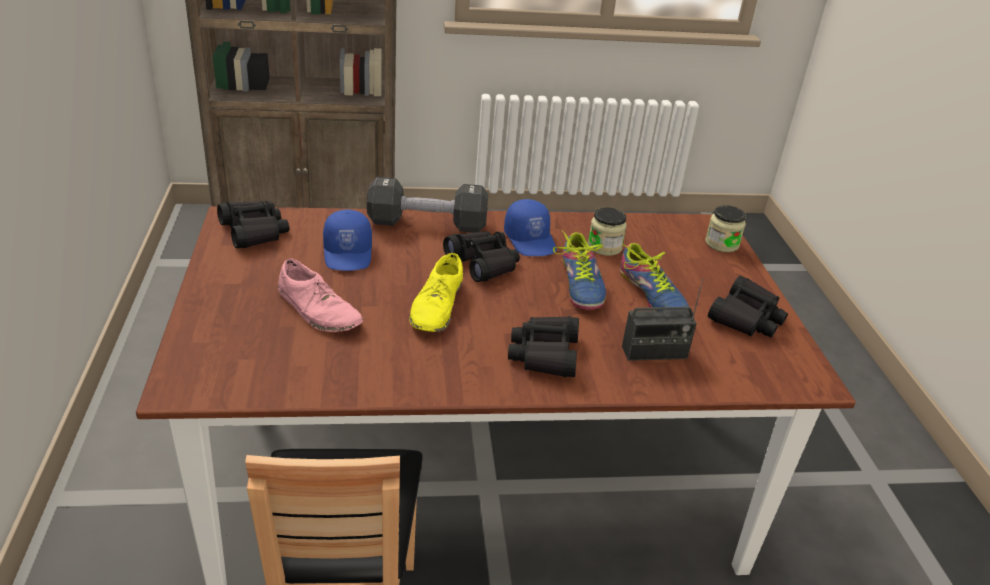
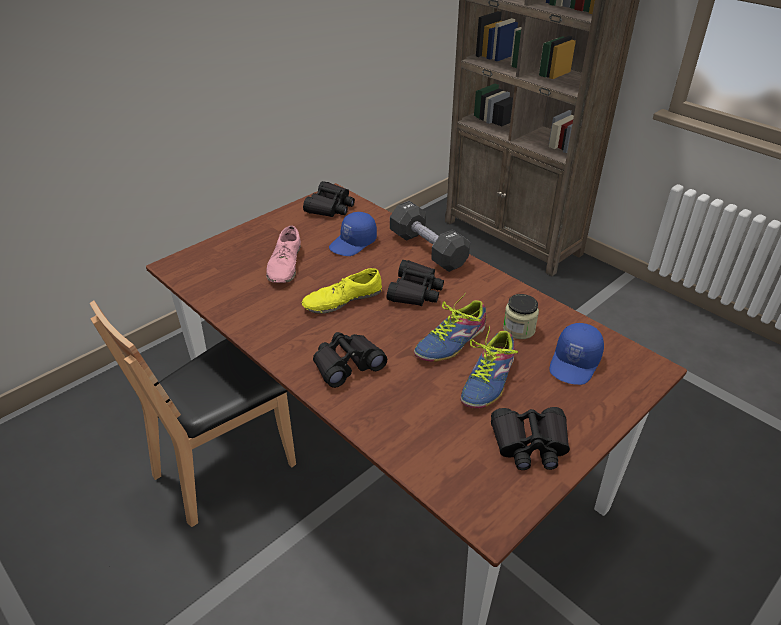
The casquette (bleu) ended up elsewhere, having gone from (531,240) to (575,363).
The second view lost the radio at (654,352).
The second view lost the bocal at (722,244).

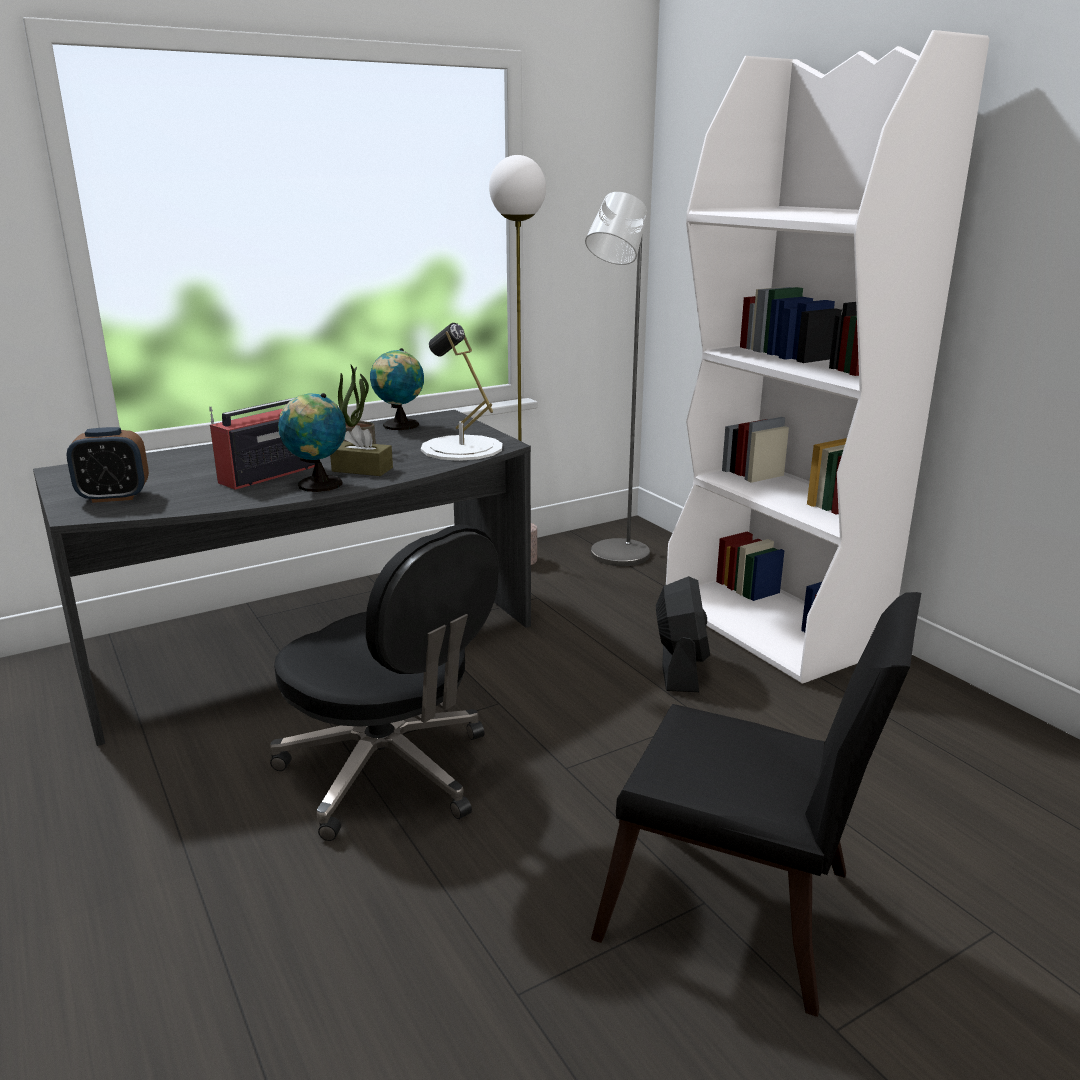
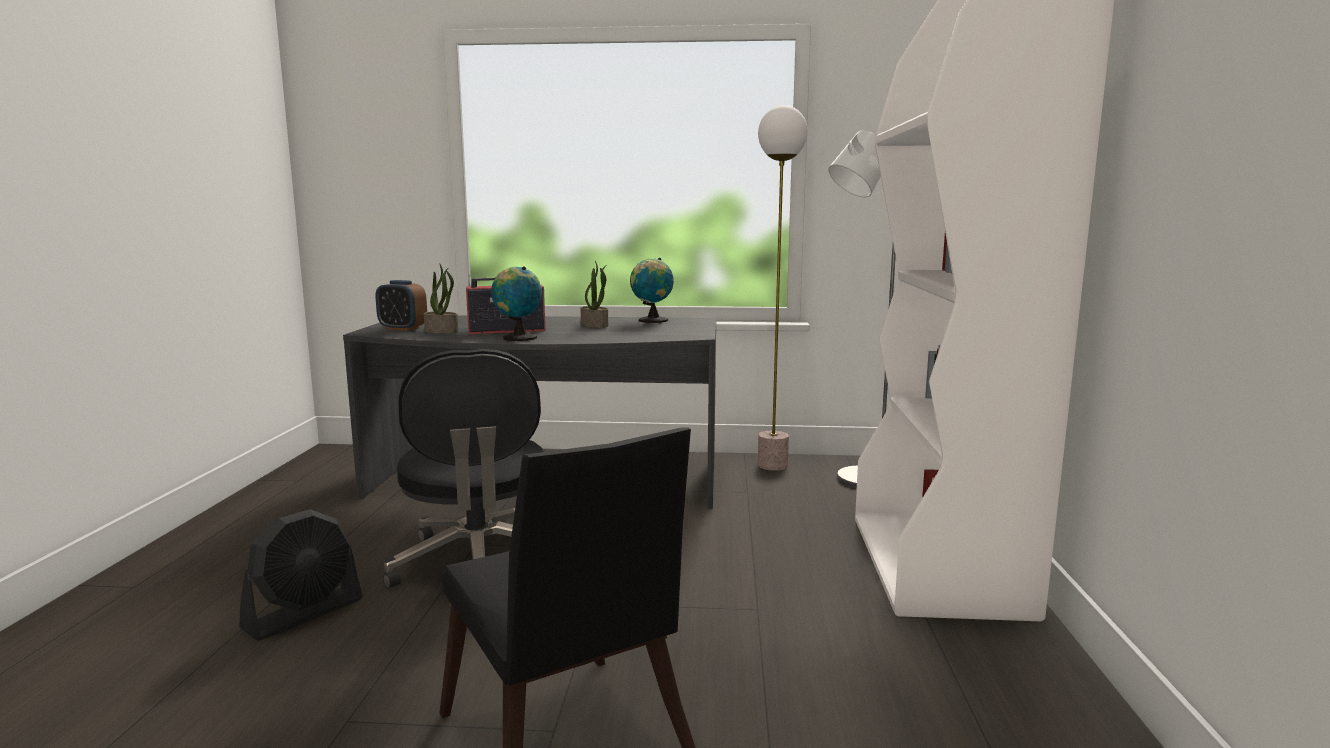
The ventilateur (noir) ended up elsewhere, having gone from (680,668) to (304,613).
The second view gained the plante en pot at (442,331).
The second view lost the boîte à mouchoirs (marron) at (362,469).
The second view lost the lampe de table (blanc) at (461,448).

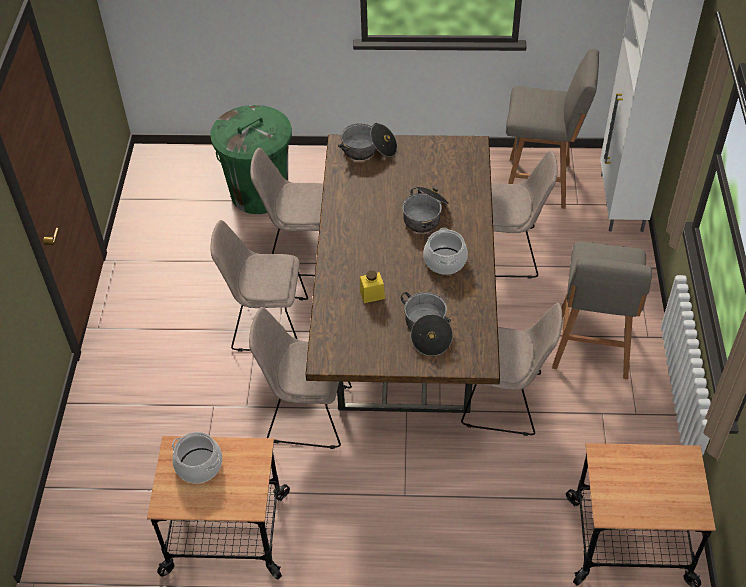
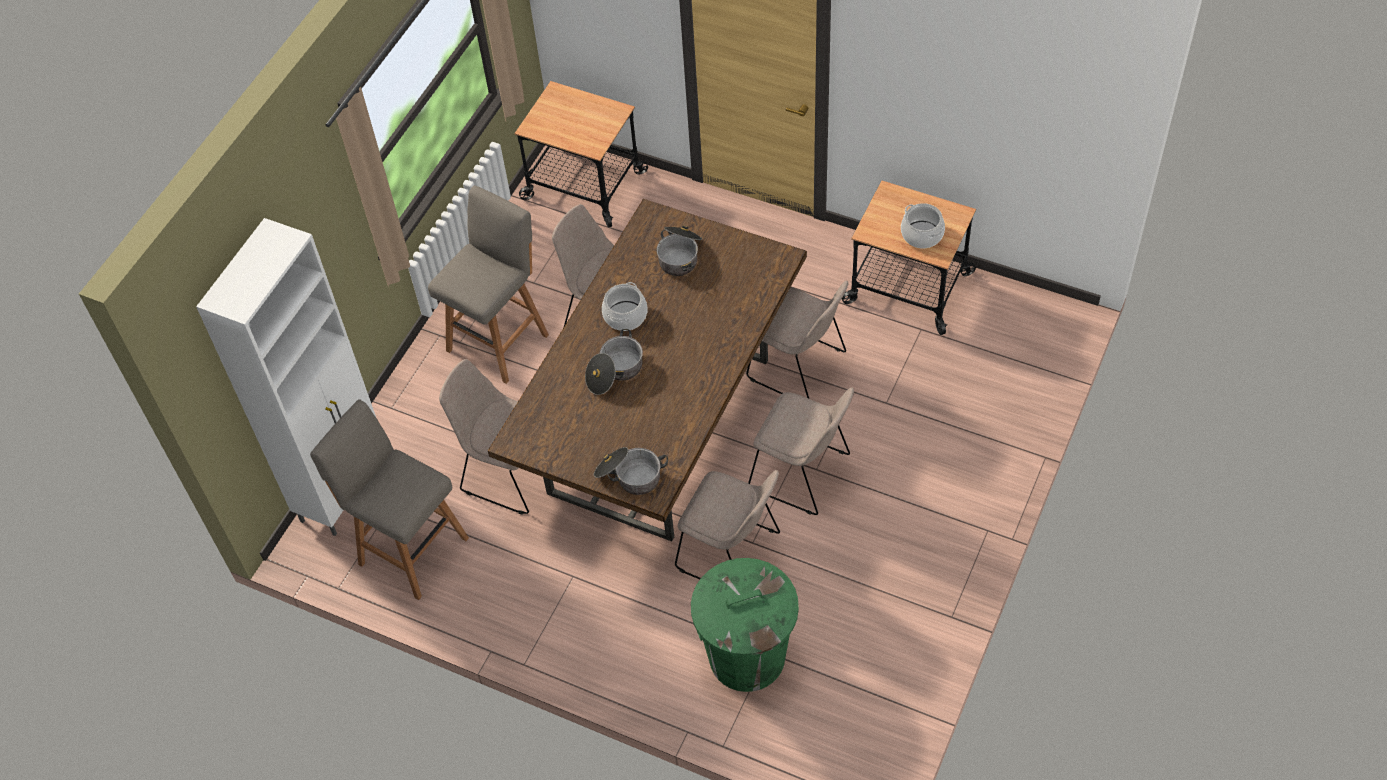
The second view lost the bocal (jaune) at (372,294).

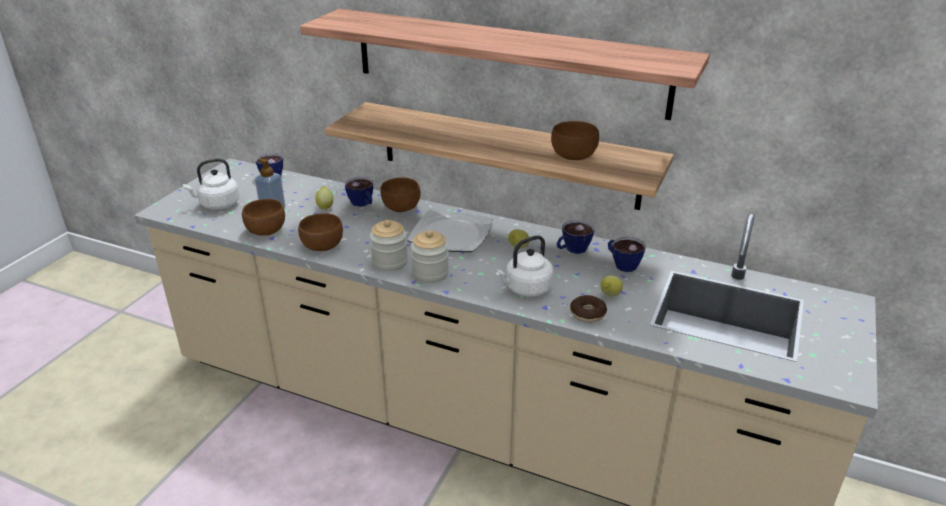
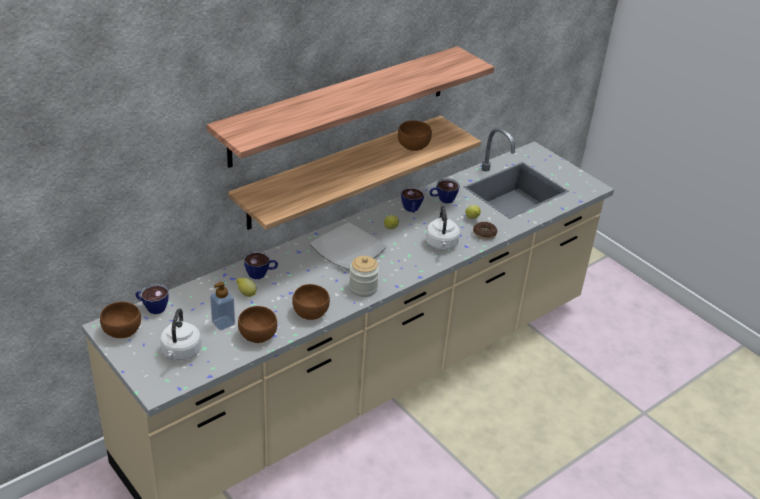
The bol (marron) ended up elsewhere, having gone from (401,207) to (122,331).
The second view lost the bocal at (430,273).

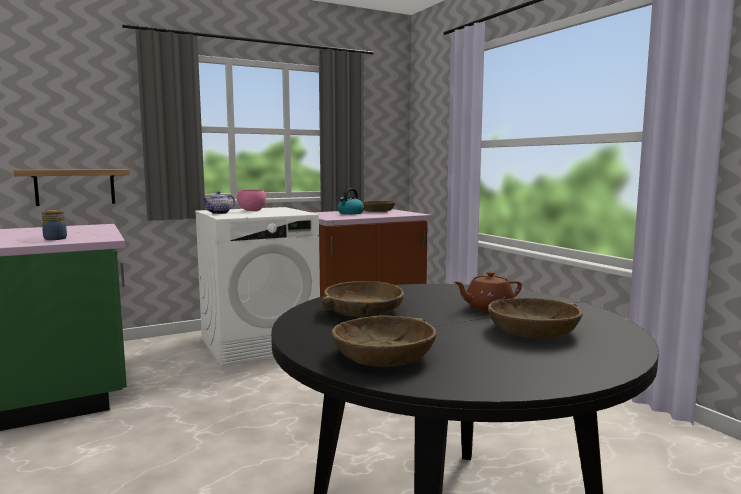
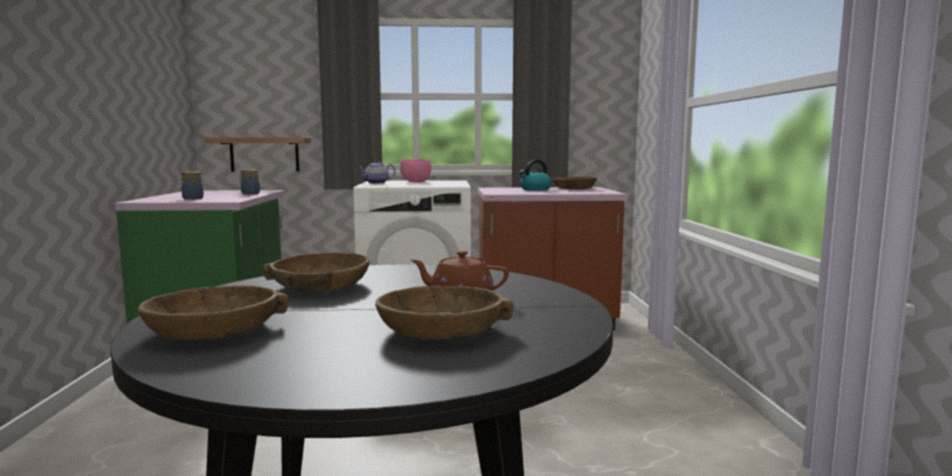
The second view gained the bocal at (250,194).

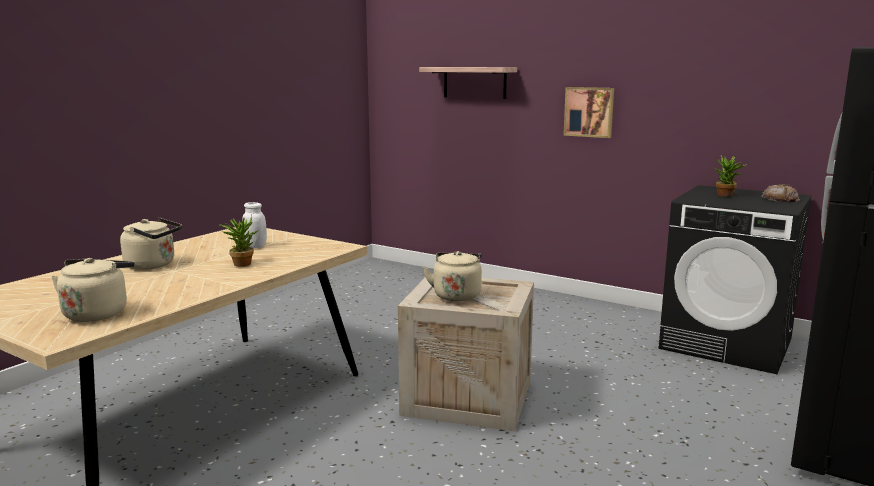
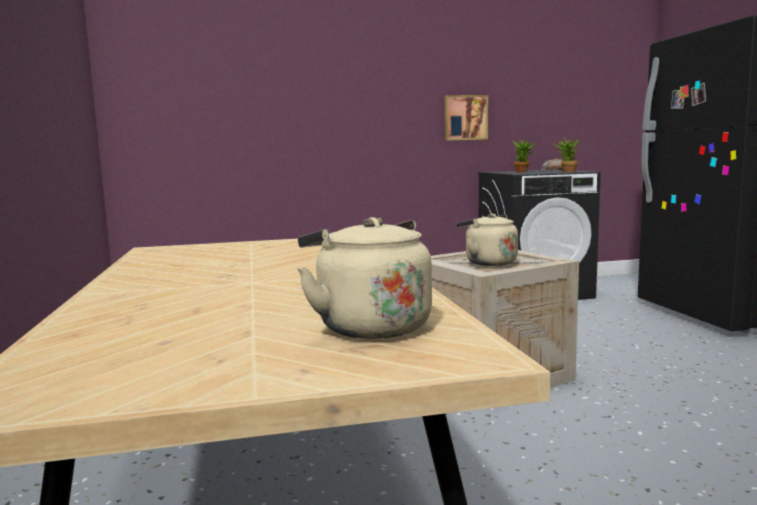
The tableau ended up elsewhere, having gone from (589,112) to (465,117).
The plante en pot ended up elsewhere, having gone from (241,263) to (566,172).
The second view lost the bouilloire (beige) at (153,265).
The second view lost the bocal (blanc) at (255,246).
The second view lost the étagère at (474,82).

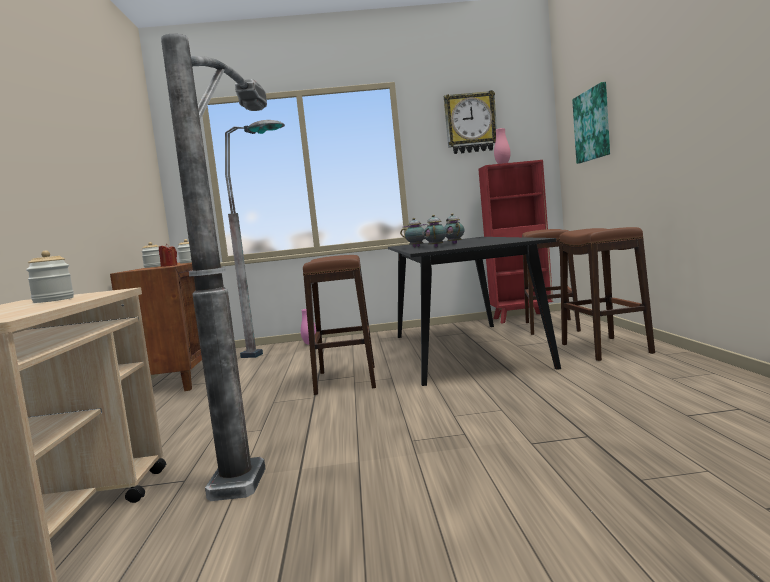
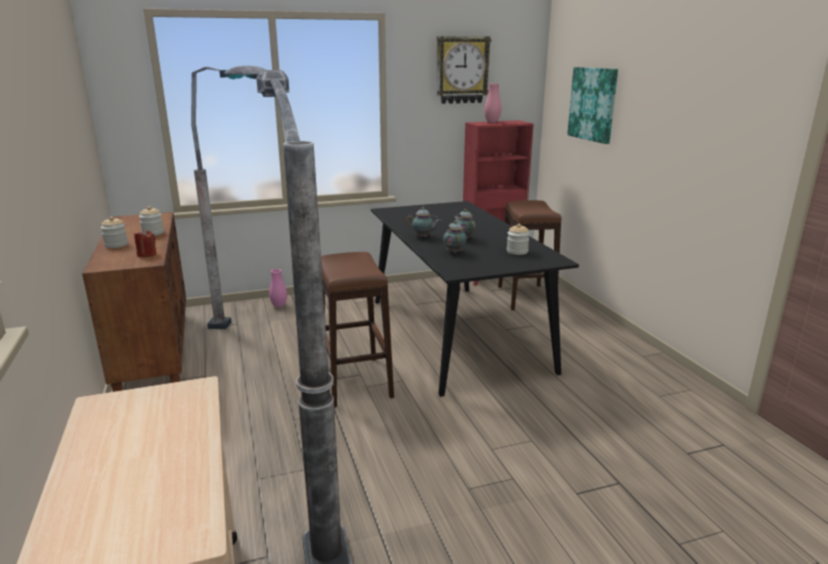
The bocal ended up elsewhere, having gone from (53,300) to (517,252).
The second view lost the tabouret (marron) at (606,348).

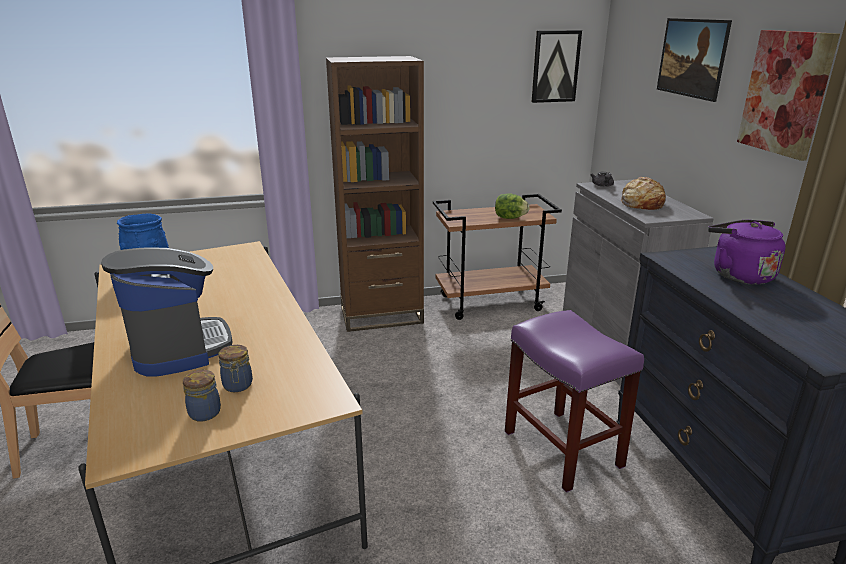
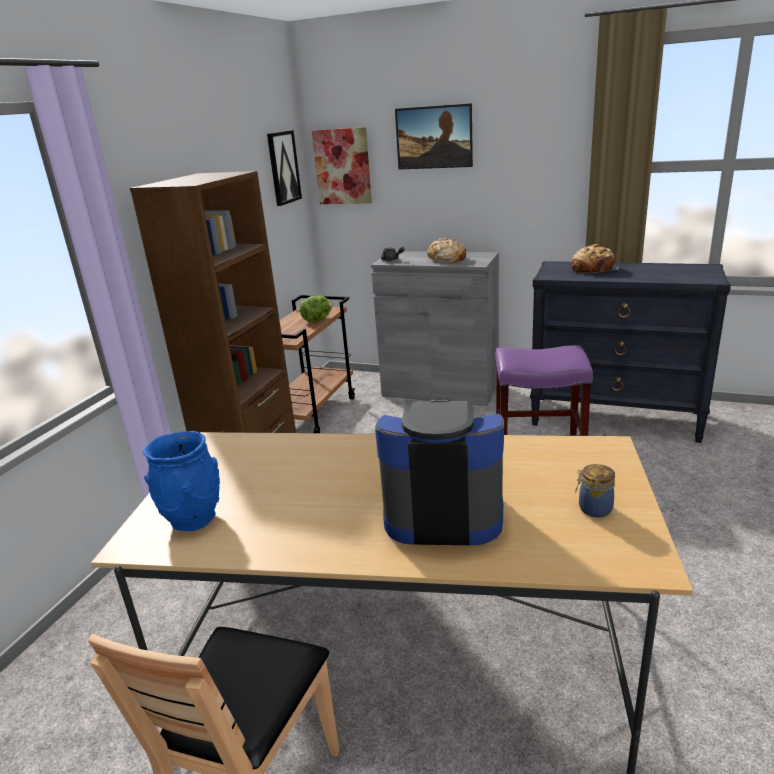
The tableau ended up elsewhere, having gone from (785,93) to (342,166).
Where the bouilloire (violet) stood at (738,275), the pain came to stand at (593,269).
The second view lost the bocal at (238,386).

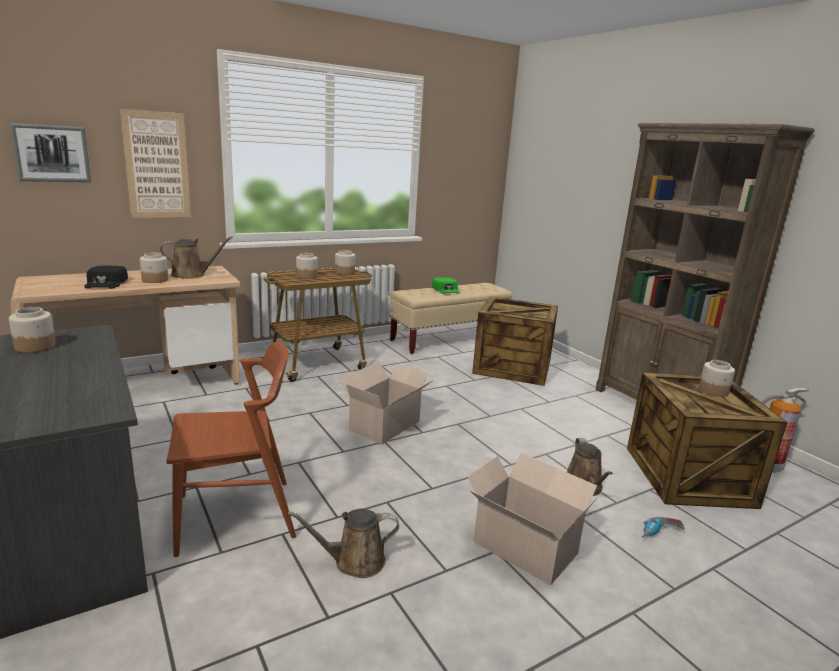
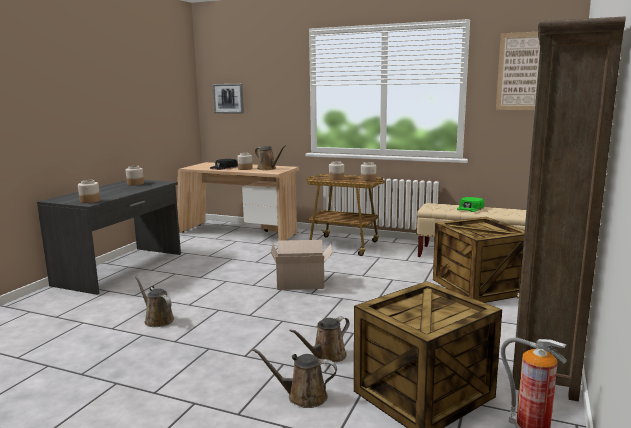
The bocal ended up elsewhere, having gone from (714,391) to (90,201).
Where the perceuse stood at (659,534), the arrosoir (marron) came to stand at (303,396).
The tableau ended up elsewhere, having gone from (157,165) to (520,71).
The second view lost the chaise (marron) at (236,516).
The second view lost the carton at (523,546).

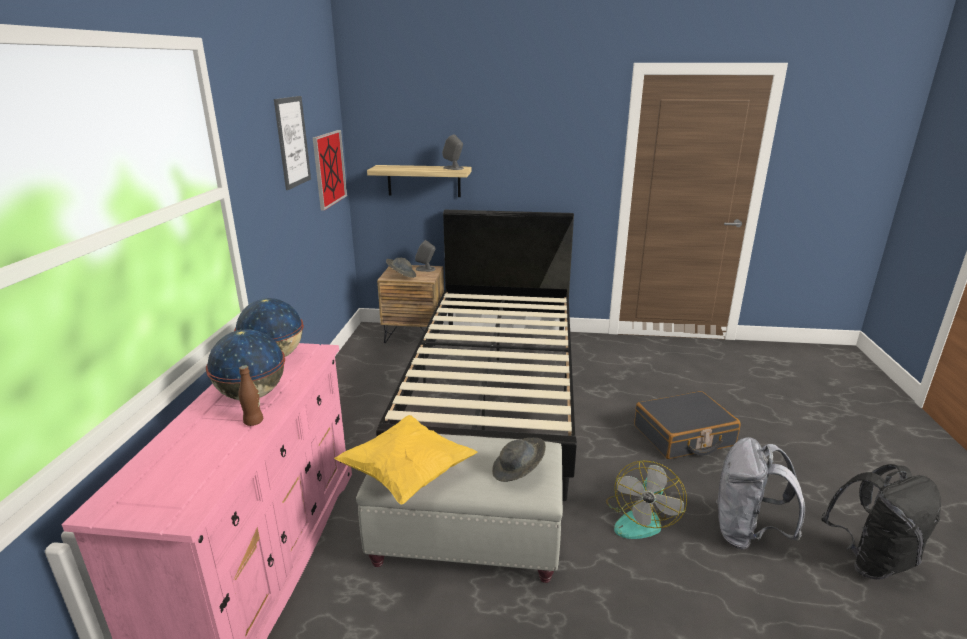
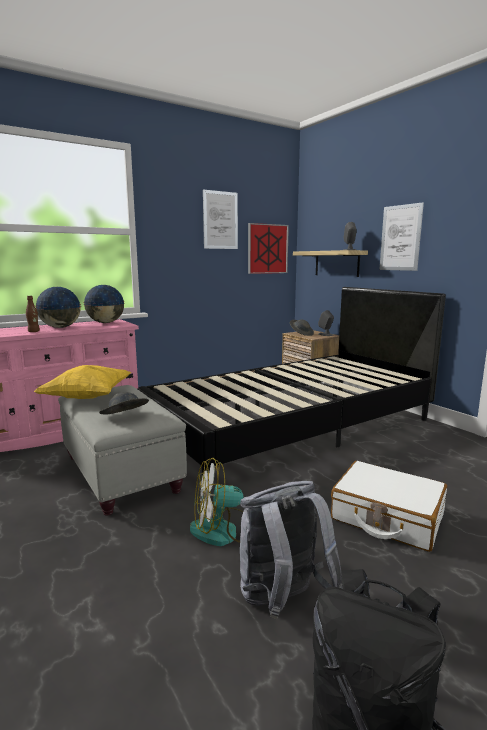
What was the valise (noir) at (683,436) turned into the valise (blanc) at (387,517).
The second view gained the tableau at (400,238).

